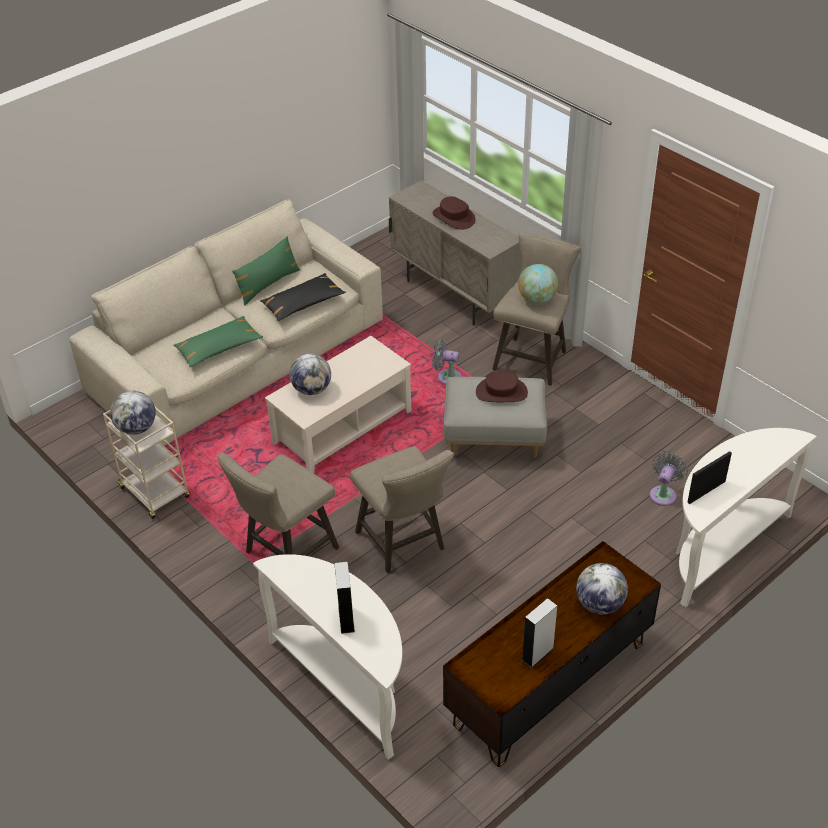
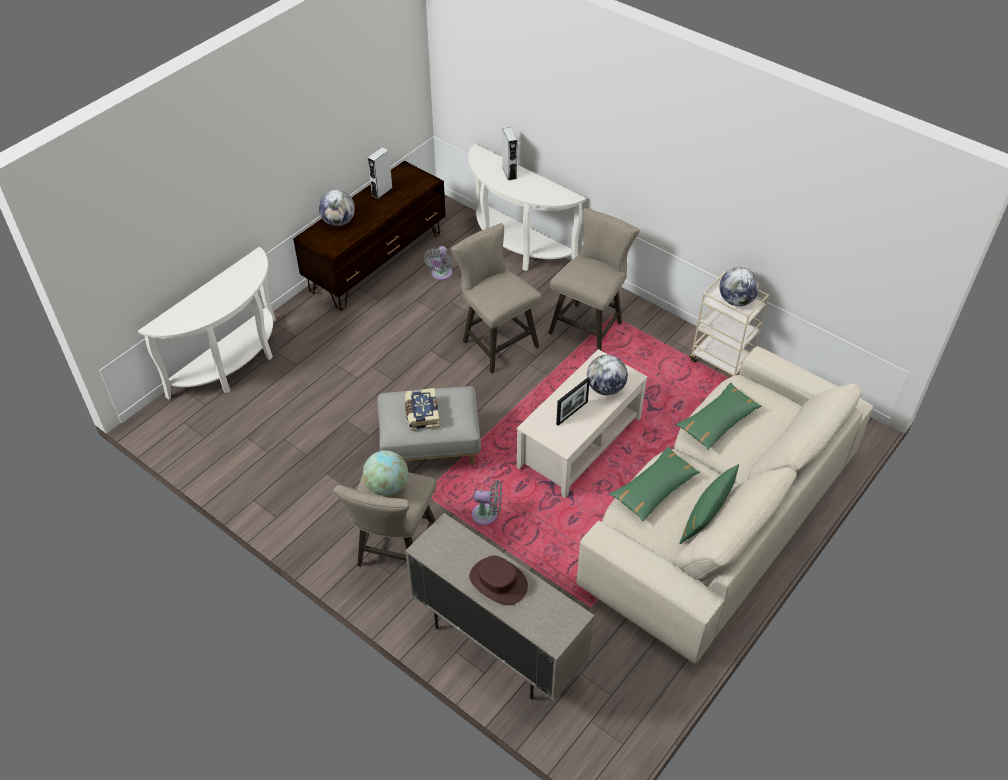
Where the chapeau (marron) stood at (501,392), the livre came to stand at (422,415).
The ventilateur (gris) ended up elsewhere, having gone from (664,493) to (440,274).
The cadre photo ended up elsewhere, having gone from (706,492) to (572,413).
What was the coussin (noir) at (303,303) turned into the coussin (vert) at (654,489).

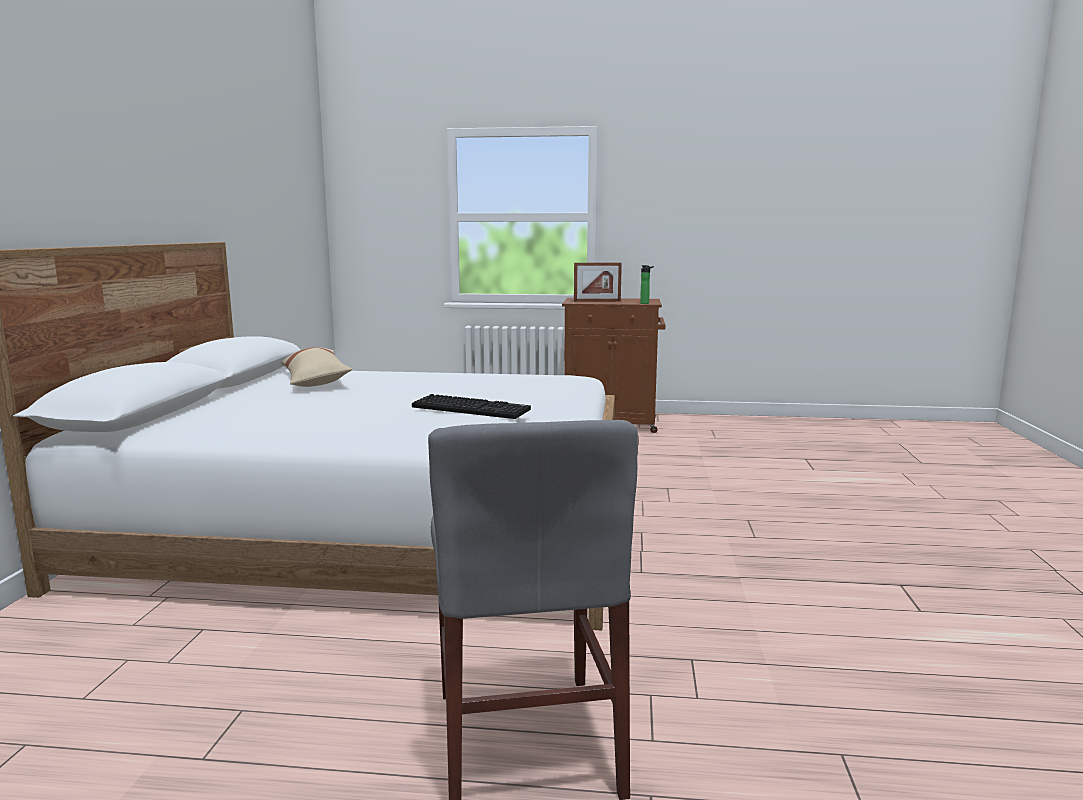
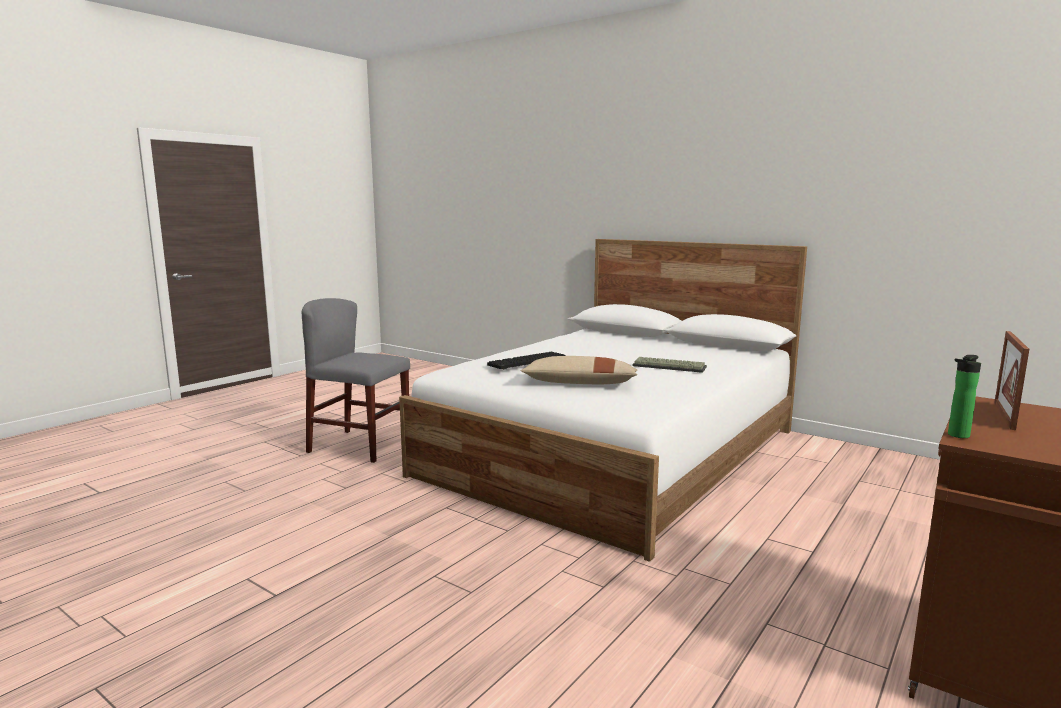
The coussin (beige) ended up elsewhere, having gone from (315,380) to (580,383).
The second view gained the clavier at (670,366).

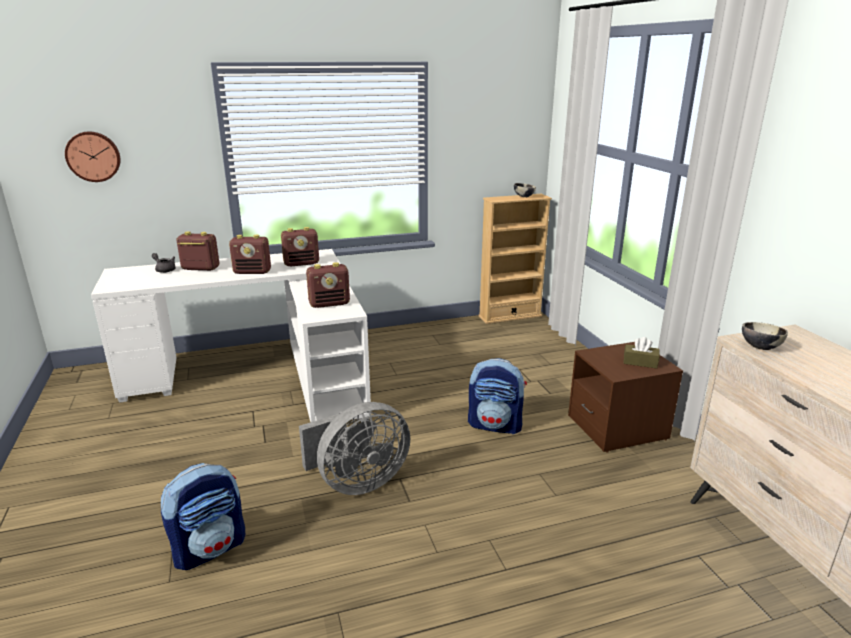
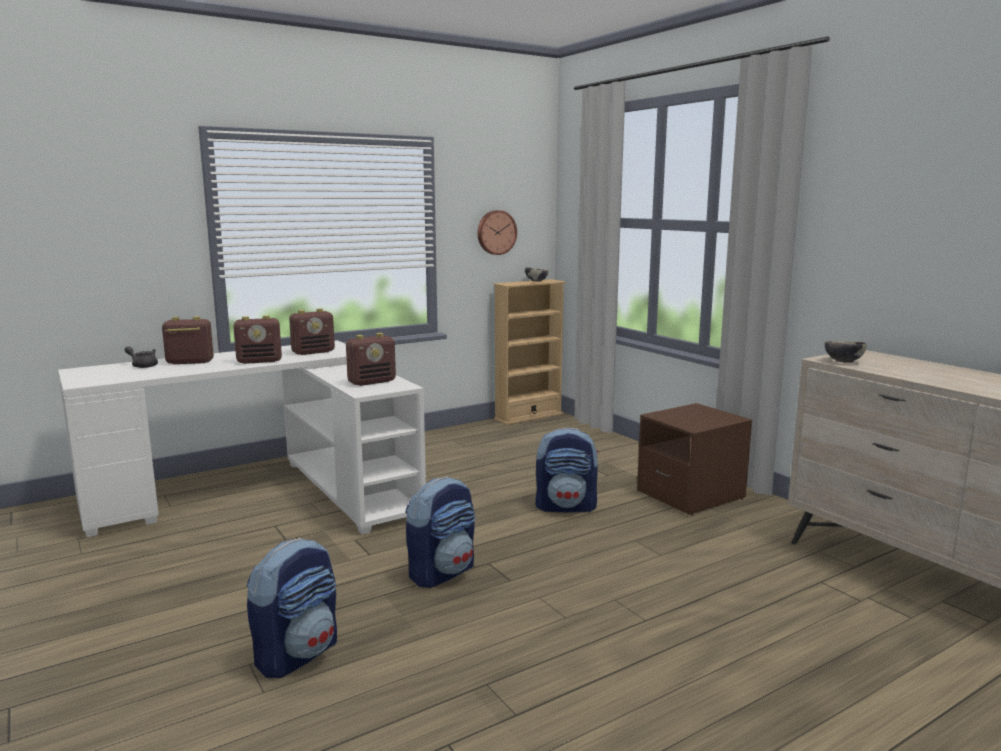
Where the ventilateur (gris) stood at (357,482), the sac à dos came to stand at (442,572).
The horloge murale ended up elsewhere, having gone from (93,156) to (496,232).
The second view lost the boîte à mouchoirs (marron) at (640,362).

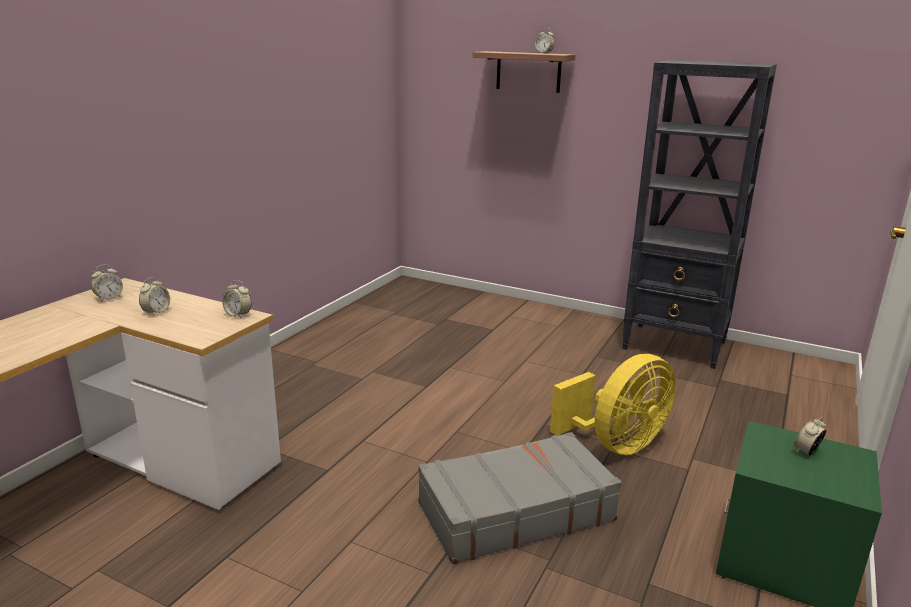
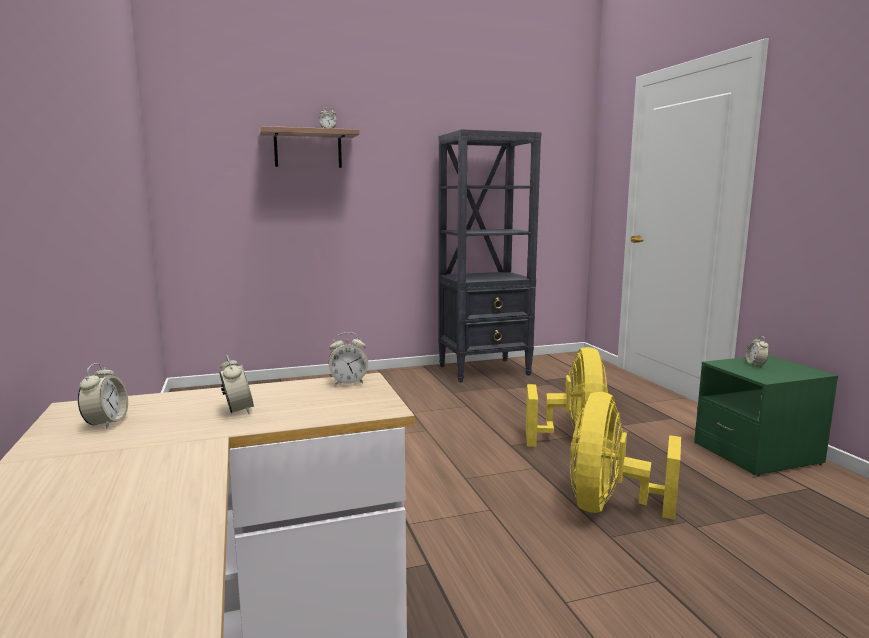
Where the valise (gris) stood at (514,511), the ventilateur (jaune) came to stand at (610,506).

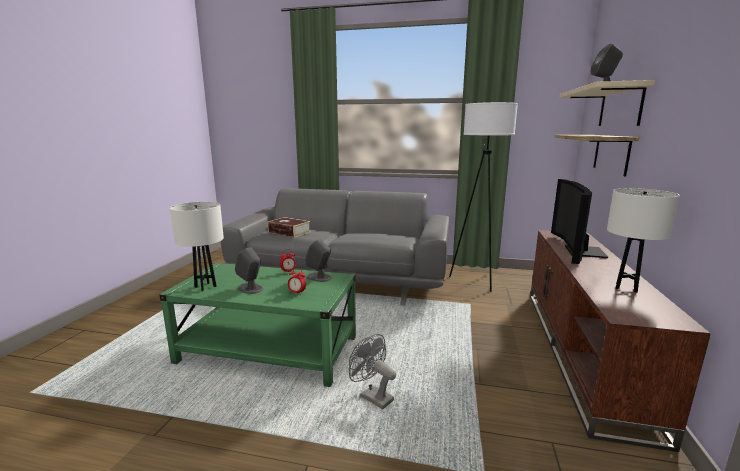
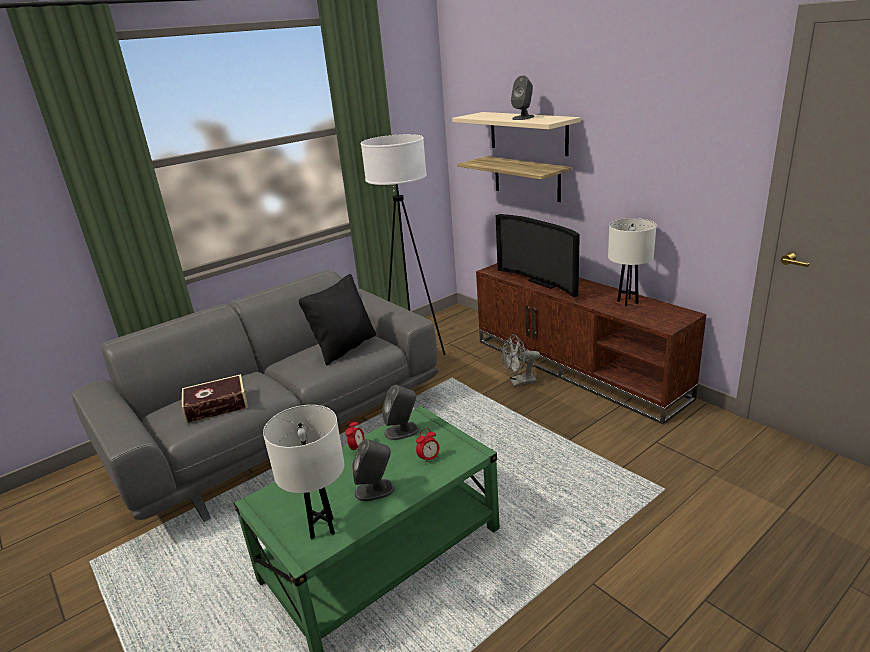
The second view gained the coussin (noir) at (345,348).
The ventilateur (gris) ended up elsewhere, having gone from (372,396) to (519,382).

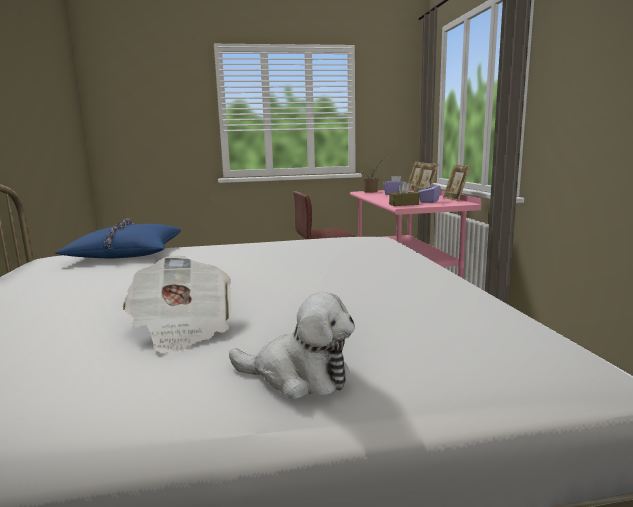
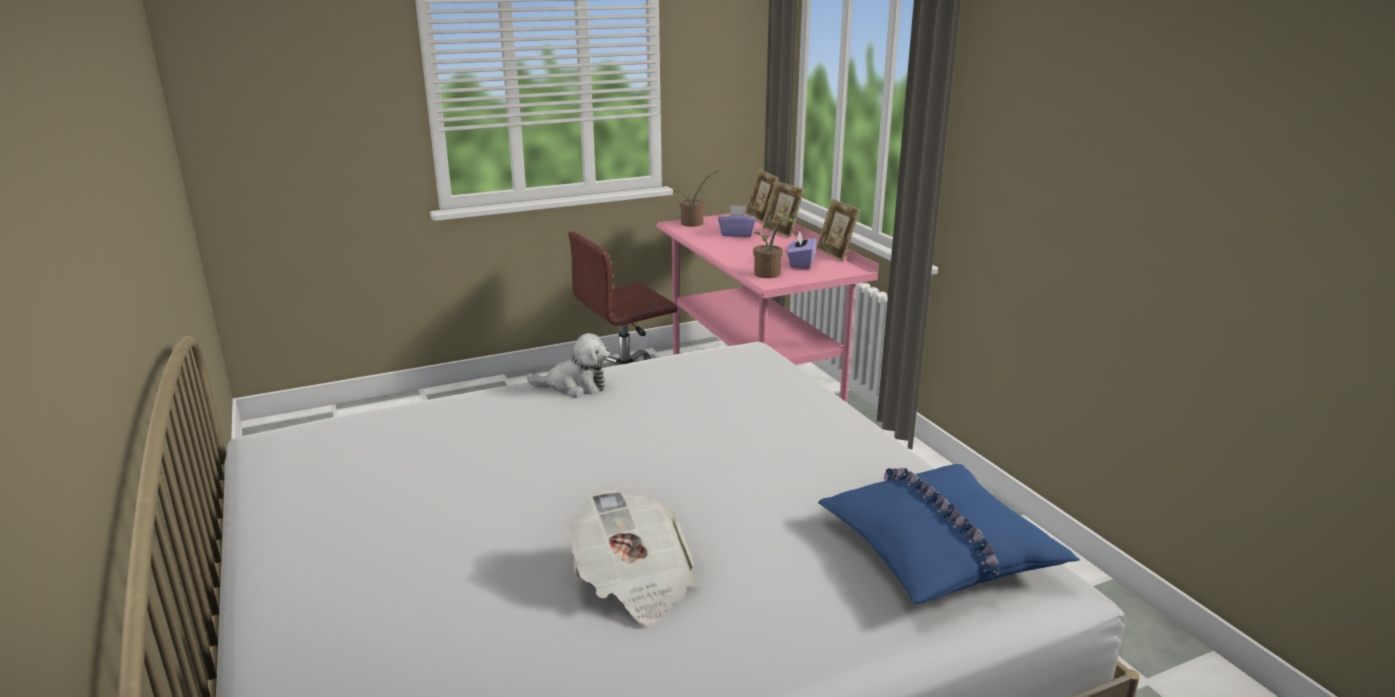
The peluche ended up elsewhere, having gone from (299,376) to (574,386).
Where the boîte à mouchoirs (marron) stood at (404,204), the plante en pot came to stand at (768,275).
The coussin (bleu) ended up elsewhere, having gone from (126,253) to (937,548).

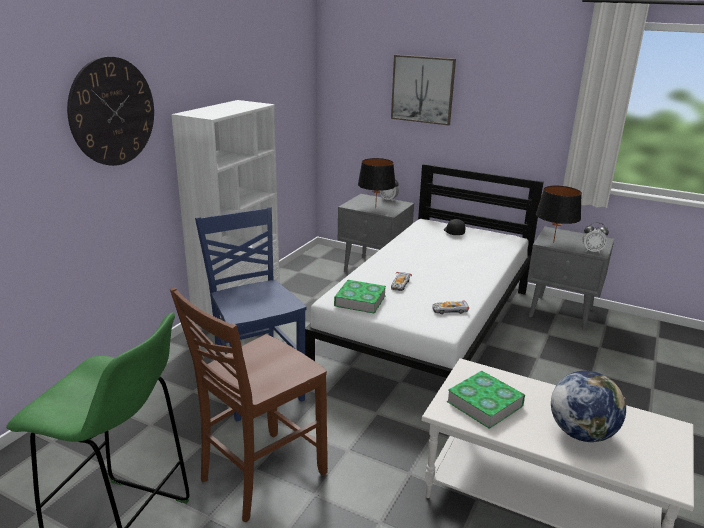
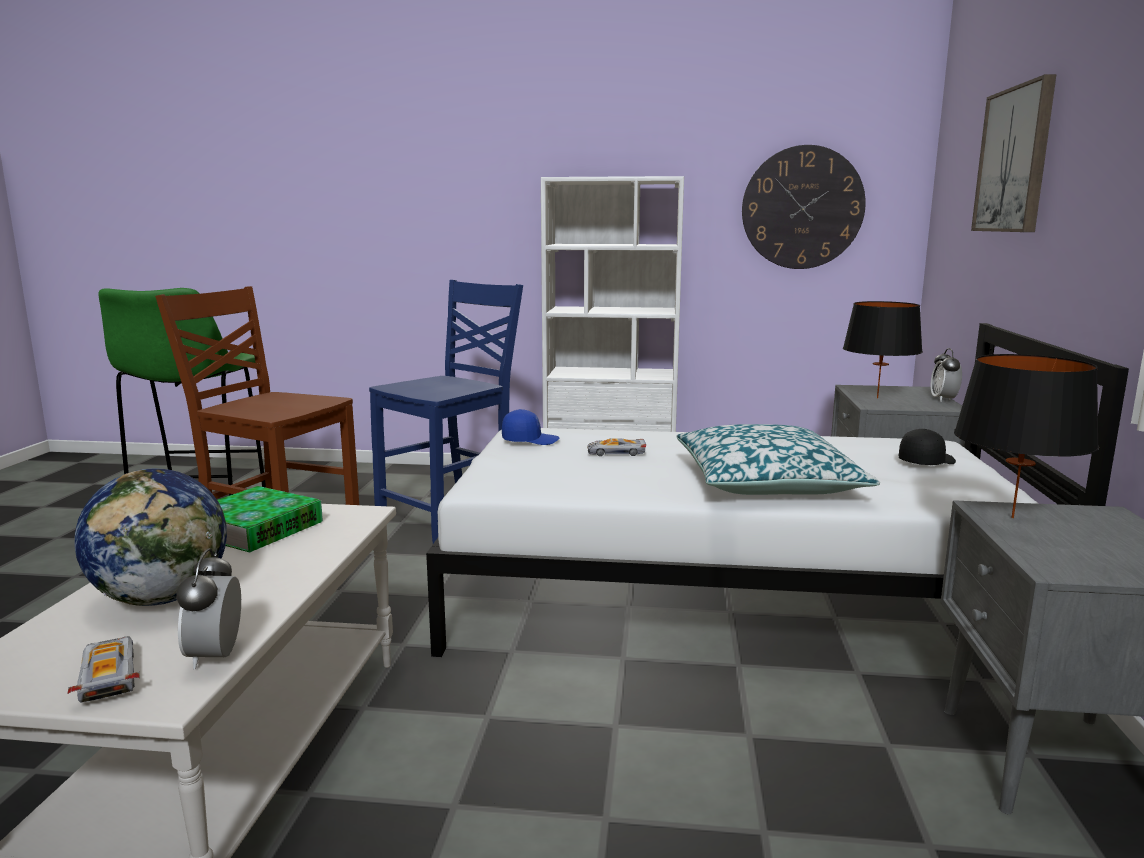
The petite voiture ended up elsewhere, having gone from (449,310) to (108,676).
The réveil ended up elsewhere, having gone from (592,251) to (216,656).
Where the livre stood at (360,300), the casquette (bleu) came to stand at (530,440).
The second view gained the coussin at (767,482).
The horloge murale ended up elsewhere, having gone from (112,112) to (802,208).

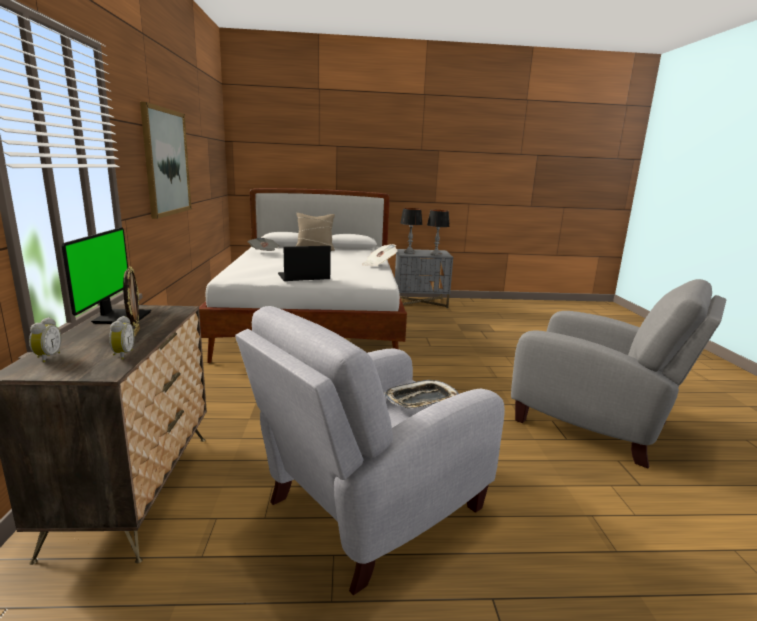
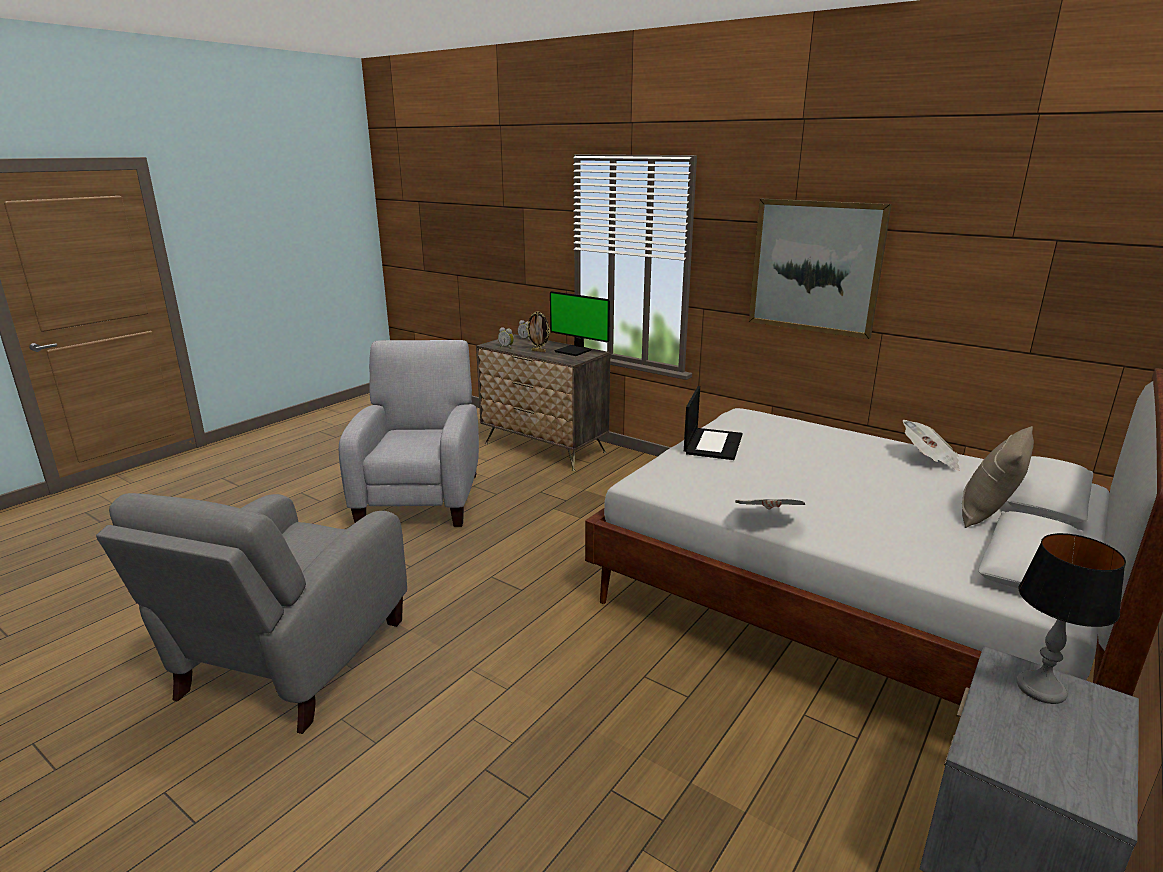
The fauteuil (gris) at (596,424) ended up facing another way, 60 degrees counterclockwise from before.
The second view lost the plateau at (421,400).
The second view lost the lampe de table at (436,254).

